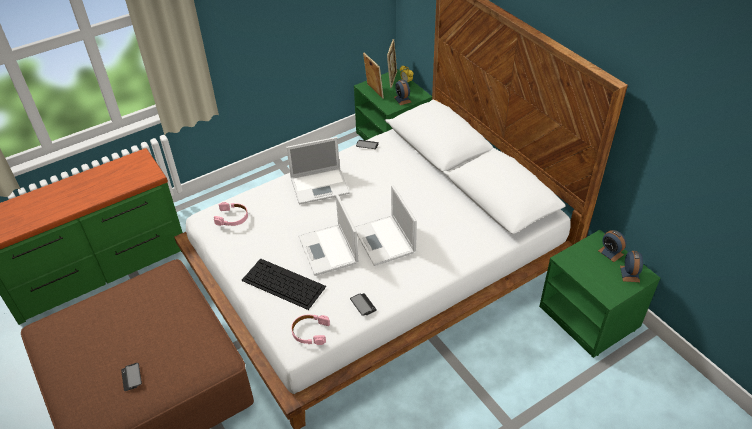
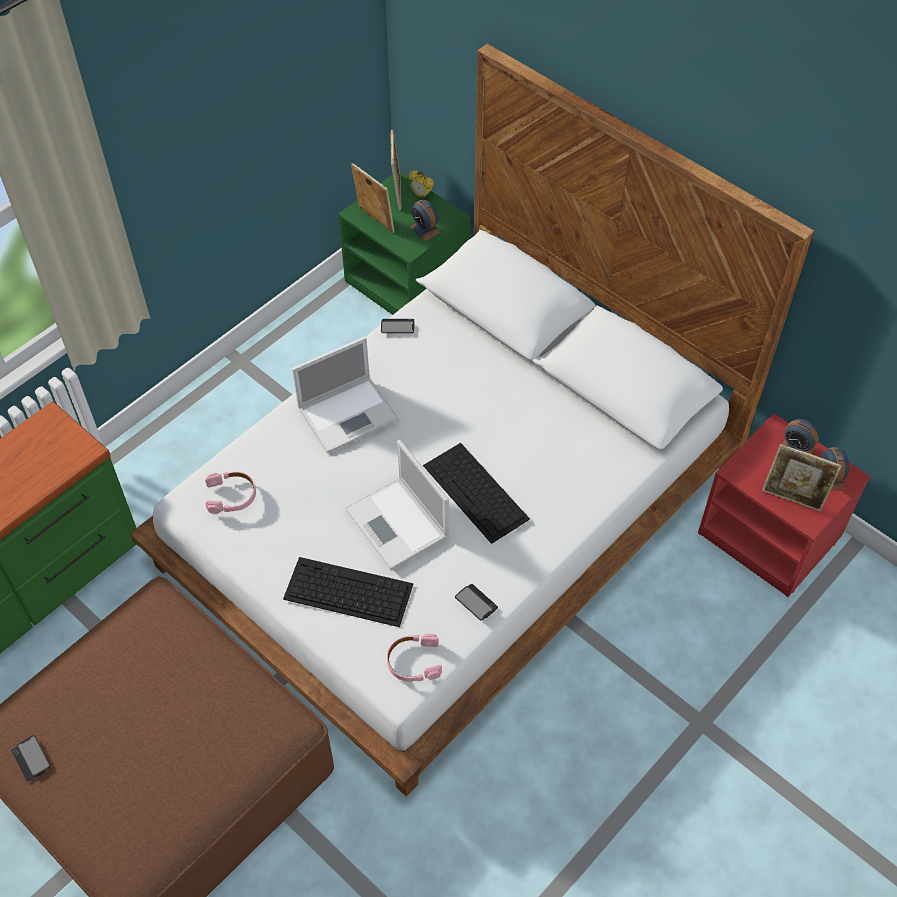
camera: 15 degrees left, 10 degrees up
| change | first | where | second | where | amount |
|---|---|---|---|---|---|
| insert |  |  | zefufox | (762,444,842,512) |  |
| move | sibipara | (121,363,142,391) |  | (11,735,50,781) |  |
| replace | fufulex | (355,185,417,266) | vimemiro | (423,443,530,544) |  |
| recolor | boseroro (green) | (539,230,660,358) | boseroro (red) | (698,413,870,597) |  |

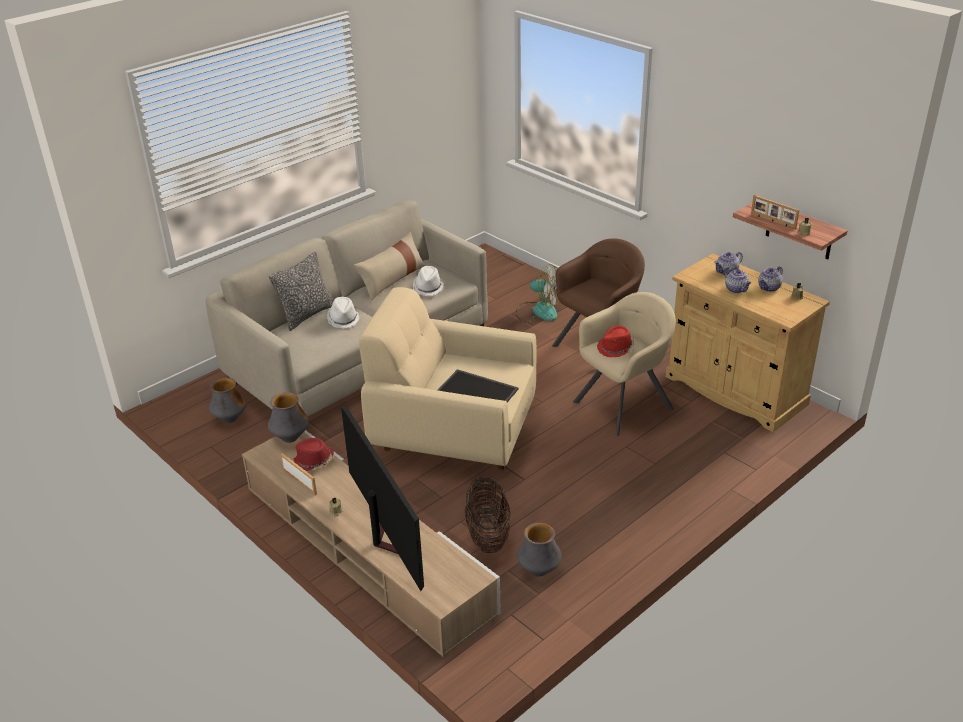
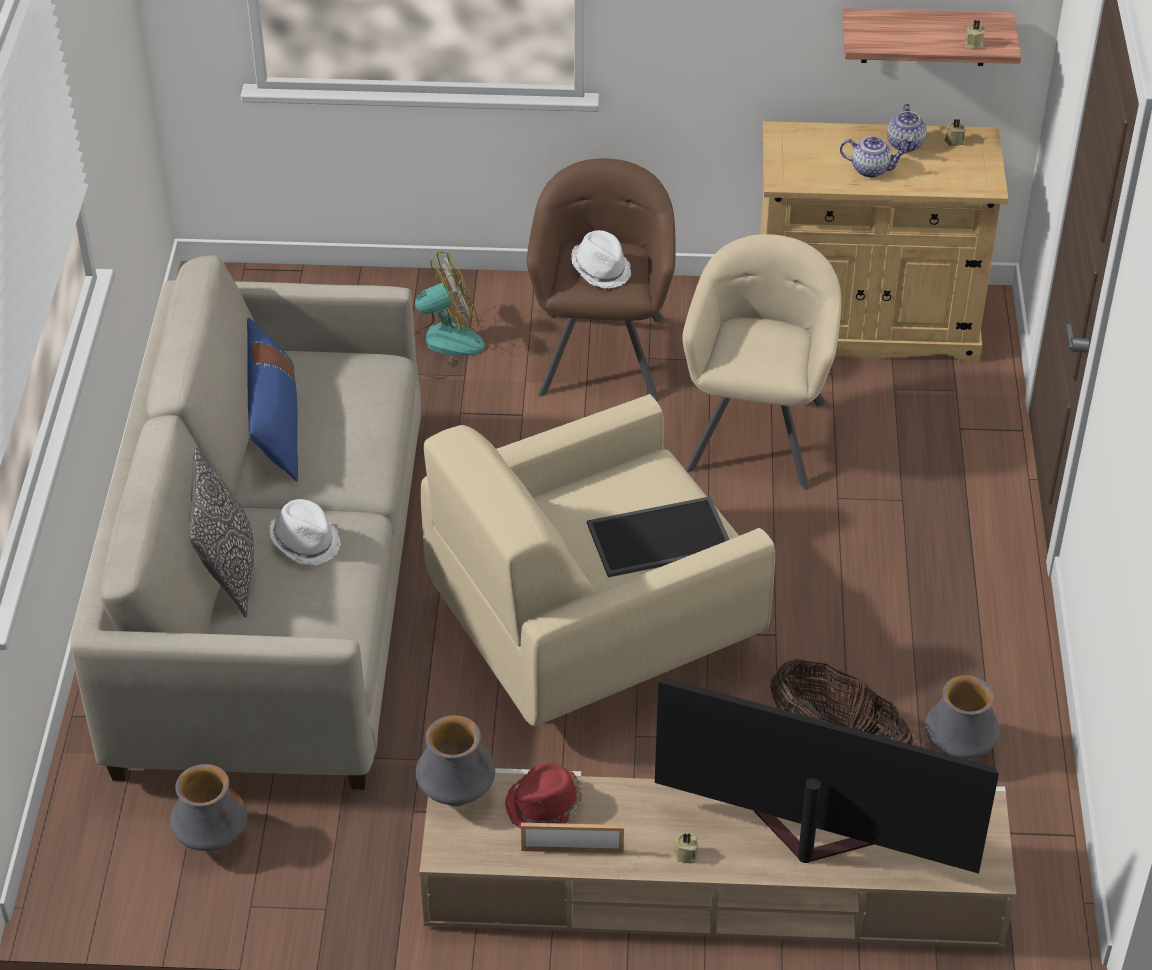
camera: 45 degrees left, 10 degrees up
| change | first | where | second | where | amount |
|---|---|---|---|---|---|
| delete | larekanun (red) | (597,326,634,357) |  |  |  |
| delete | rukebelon | (714,252,743,275) |  |  |  |
| delete | zefufox | (751,195,799,229) |  |  |  |
| move | larekanun (white) | (413,266,444,296) |  | (571,230,631,289) |  |
| recolor | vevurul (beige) | (354,232,425,301) | vevurul (blue) | (247,318,298,482) |  |

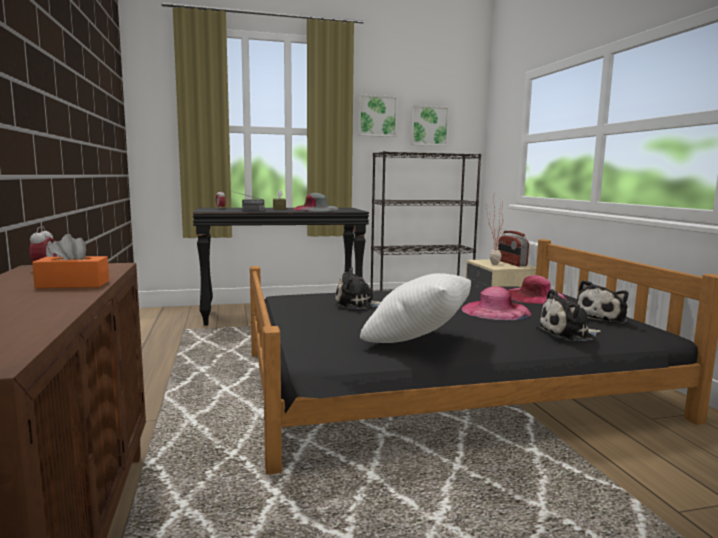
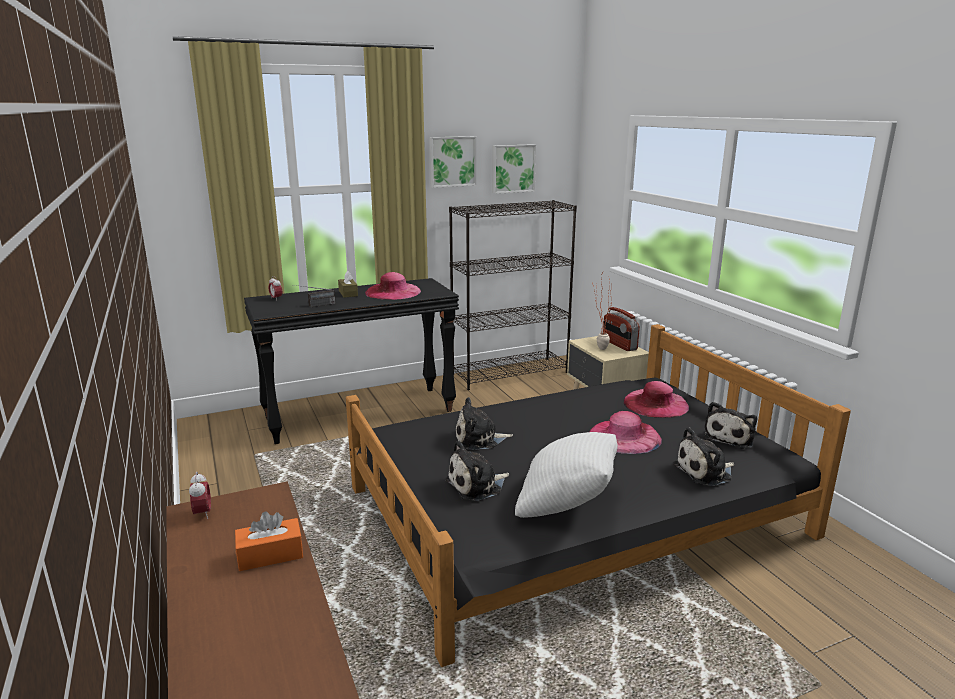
camera: 10 degrees left, 10 degrees up
| change | first | where | second | where | amount |
|---|---|---|---|---|---|
| insert |  |  | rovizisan | (446,440,509,501) |  |
| recolor | larekanun (grey) | (293,193,339,211) | larekanun (pink) | (365,272,421,300) |  |

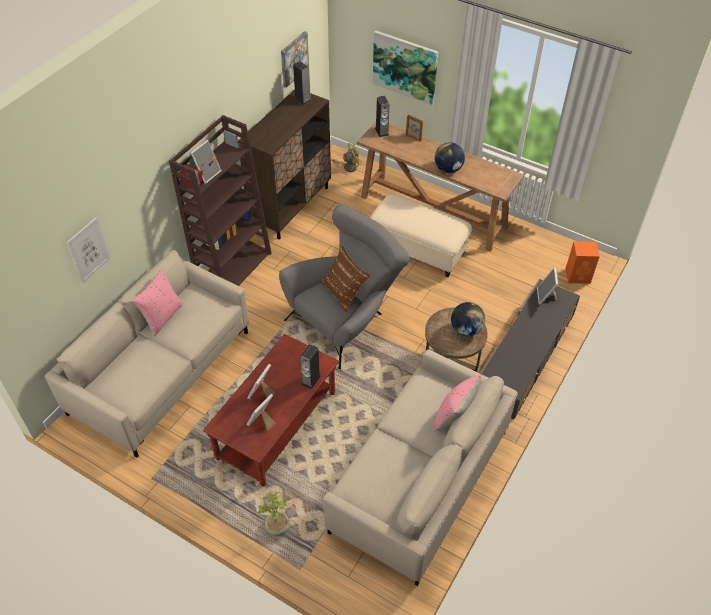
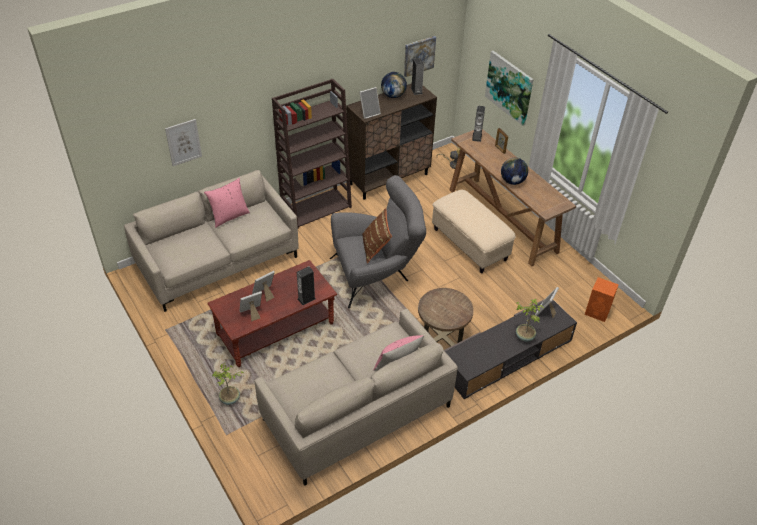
camera: 25 degrees right, 5 degrees down
| change | first | where | second | where | amount |
|---|---|---|---|---|---|
| insert |  |  | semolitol | (516,299,544,342) |  |
| move | zefufox | (191,140,222,184) |  | (360,87,381,119) |  |
| move | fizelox | (451,302,485,336) |  | (381,72,407,98) |  |

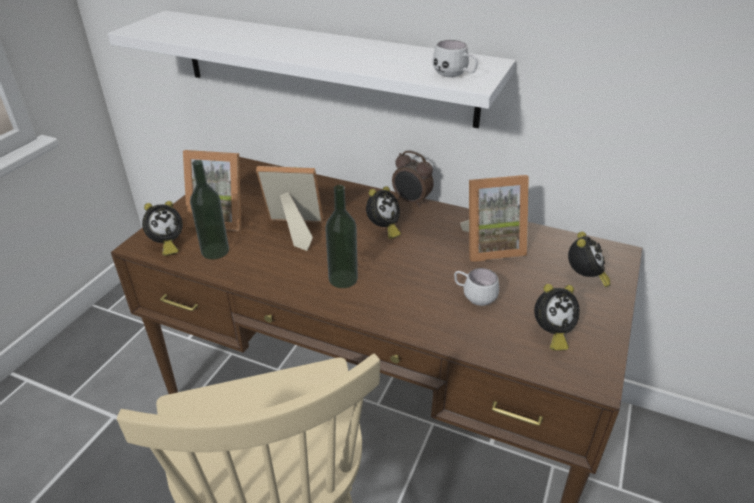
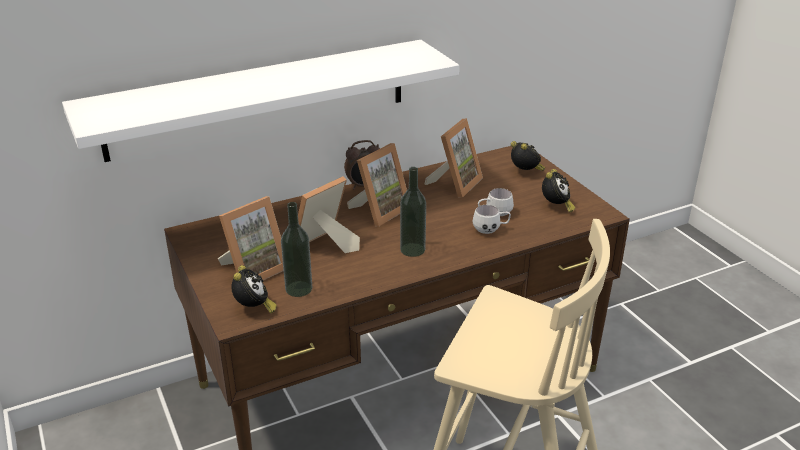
camera: 50 degrees left, 5 degrees down
| change | first | where | second | where | amount |
|---|---|---|---|---|---|
| move | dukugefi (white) | (432,40,478,77) |  | (472,205,511,234) |  |
| replace | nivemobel | (366,186,401,239) | zefufox | (347,143,407,226) |  |

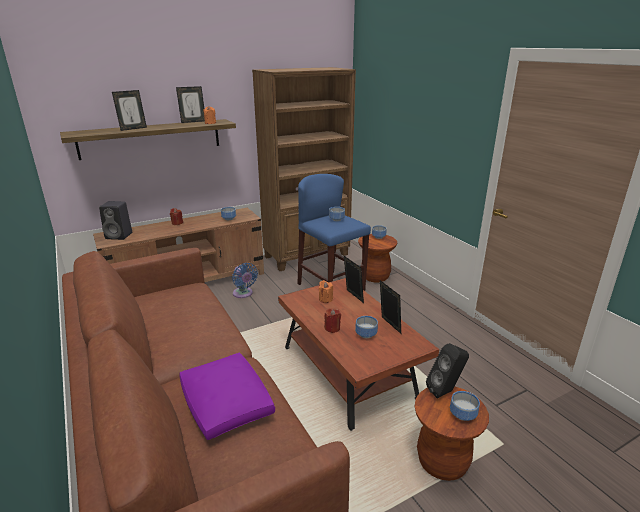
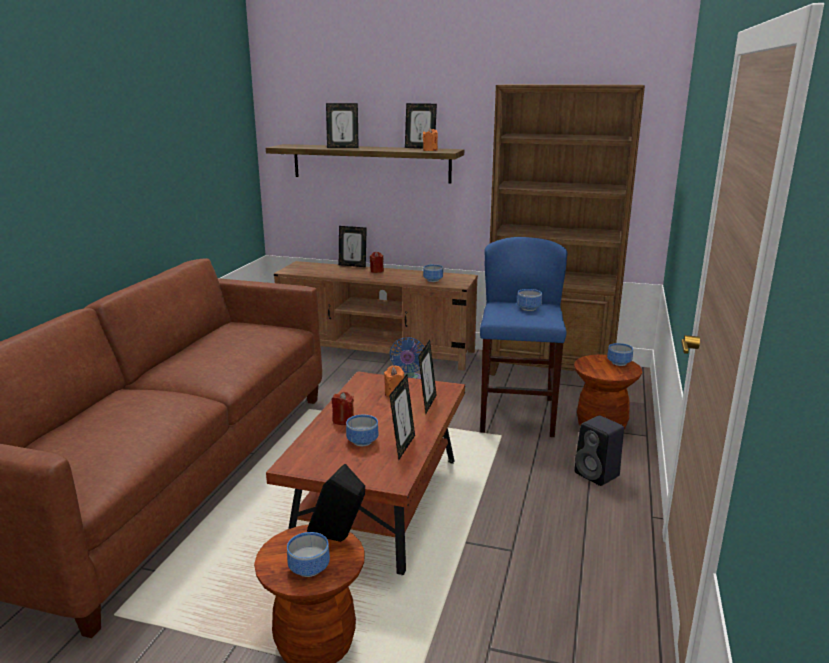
camera: 45 degrees right, 5 degrees down
| change | first | where | second | where | amount |
|---|---|---|---|---|---|
| delete | vevurul (purple) | (179,353,275,440) |  |  |  |
| insert |  |  | zefufox | (339,226,367,267) |  |
| move | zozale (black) | (99,201,132,240) |  | (574,415,624,486) |  |

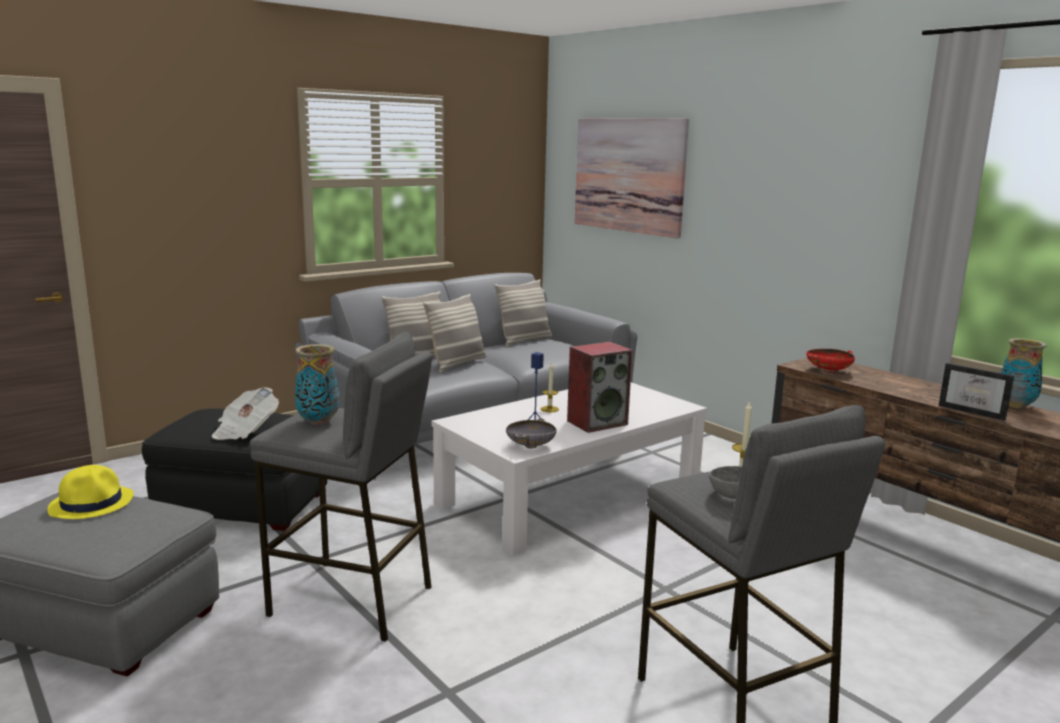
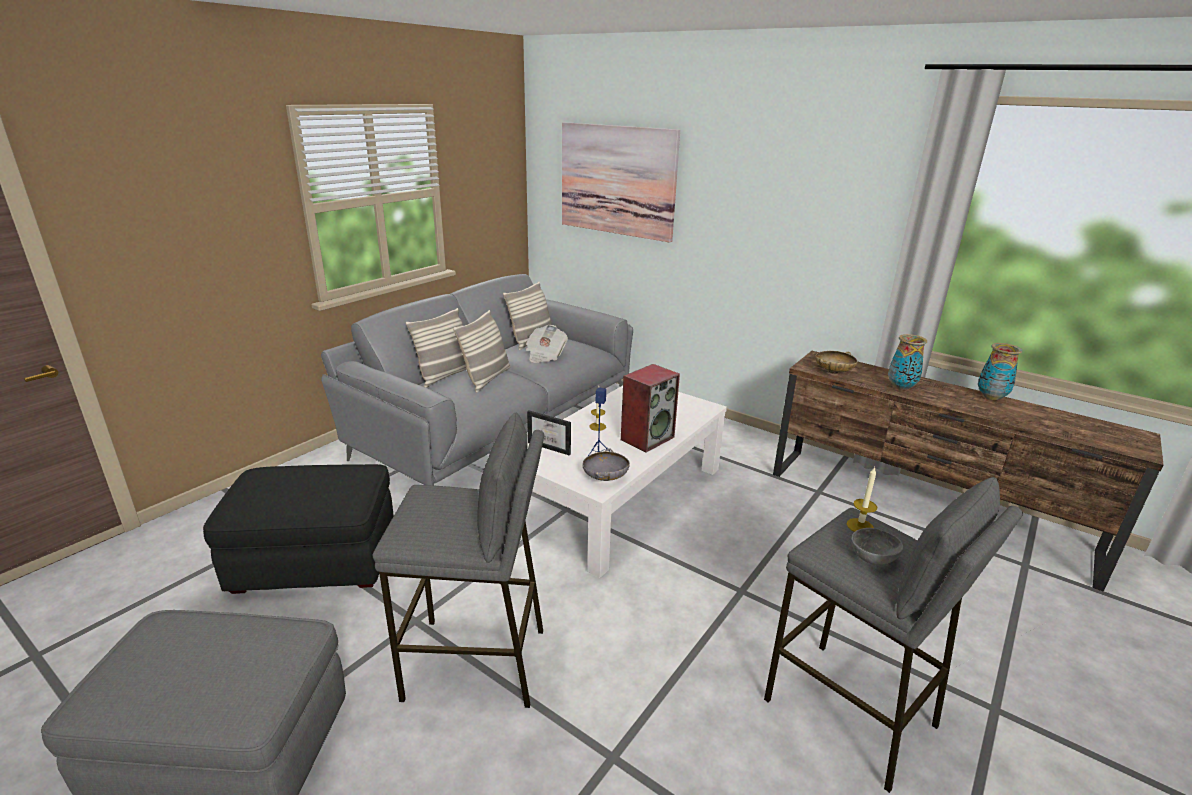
camera: 15 degrees left, 10 degrees up
| change | first | where | second | where | amount |
|---|---|---|---|---|---|
| delete | larekanun (yellow) | (47,465,134,519) |  |  |  |
| move | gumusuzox | (212,387,279,440) |  | (526,325,568,363) |  |
| move | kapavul | (295,344,340,425) |  | (888,334,927,390) |  |
| move | zefufox | (939,363,1014,421) |  | (527,410,571,455) |  |
| recolor | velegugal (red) | (806,349,855,373) | velegugal (beige) | (815,351,857,374) |  |

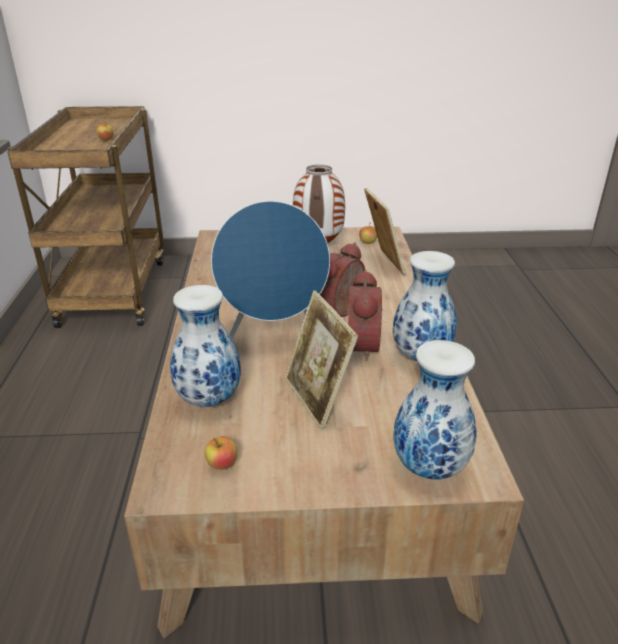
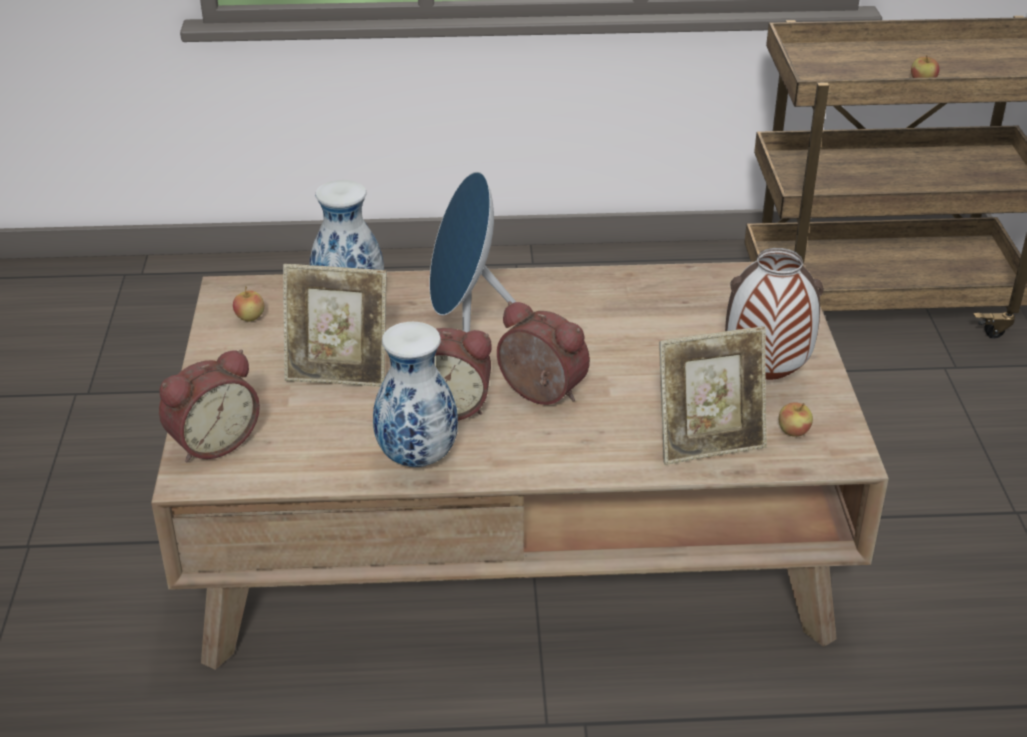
camera: 90 degrees right, 5 degrees up
| change | first | where | second | where | amount |
|---|---|---|---|---|---|
| replace | kapavul | (393,340,477,480) | nivemobel | (159,349,260,462) |  |
| rotate | zefufox | (285,290,358,430) |  | (283,264,387,387) | 150 degrees counterclockwise |

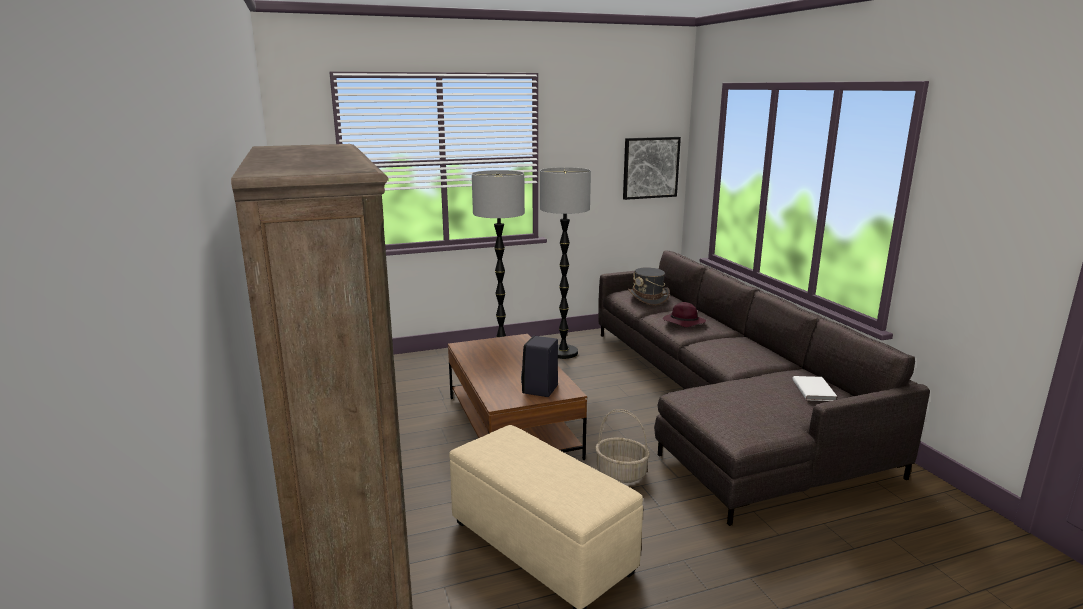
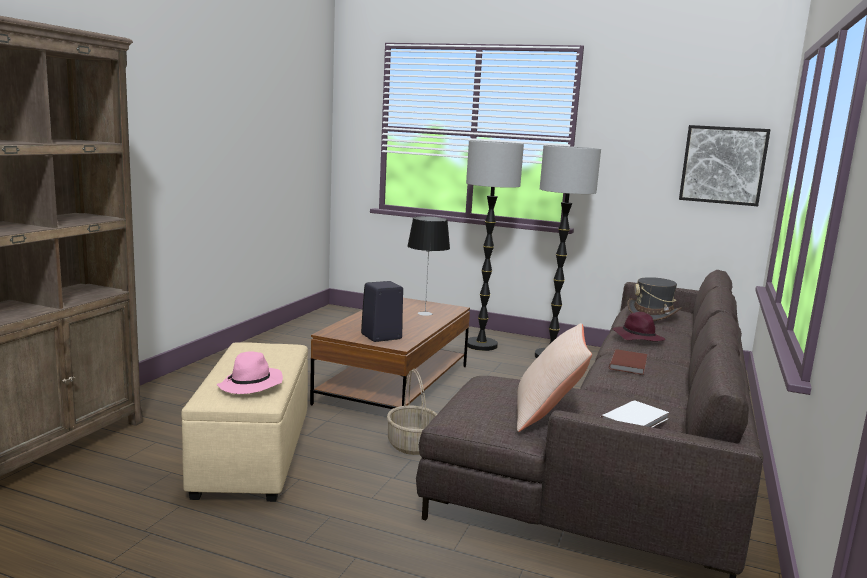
camera: 40 degrees right, 5 degrees down
| change | first | where | second | where | amount |
|---|---|---|---|---|---|
| insert |  |  | larekanun (pink) | (217,351,283,394) |  |
| insert |  |  | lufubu | (407,216,450,316) |  |
| insert |  |  | vevurul (beige) | (517,323,592,432) |  |
| insert |  |  | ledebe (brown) | (609,349,647,375) |  |

